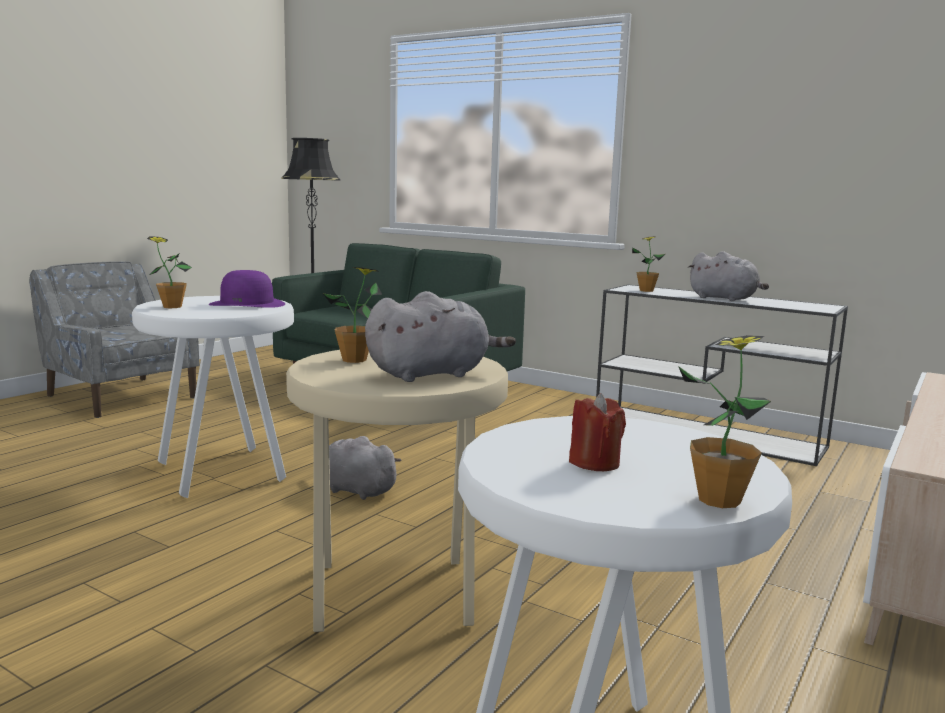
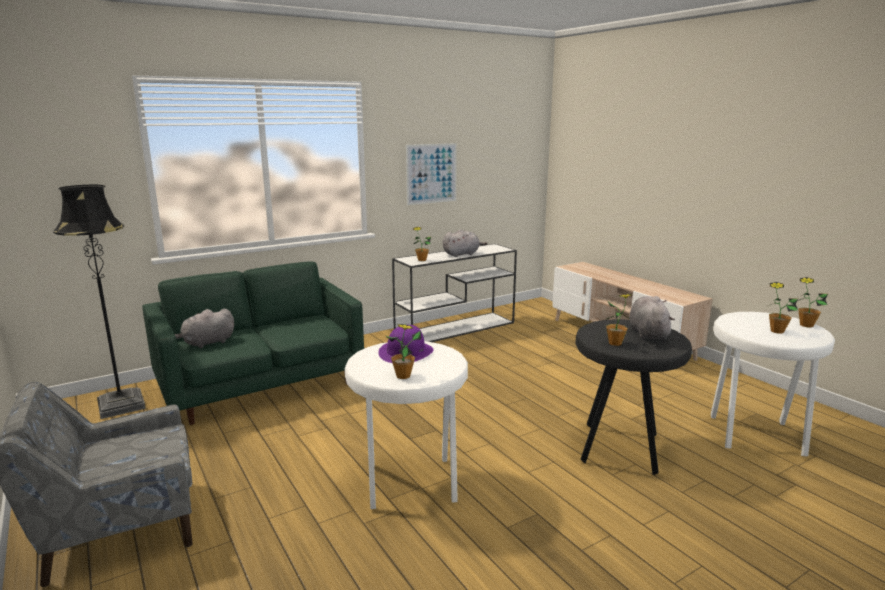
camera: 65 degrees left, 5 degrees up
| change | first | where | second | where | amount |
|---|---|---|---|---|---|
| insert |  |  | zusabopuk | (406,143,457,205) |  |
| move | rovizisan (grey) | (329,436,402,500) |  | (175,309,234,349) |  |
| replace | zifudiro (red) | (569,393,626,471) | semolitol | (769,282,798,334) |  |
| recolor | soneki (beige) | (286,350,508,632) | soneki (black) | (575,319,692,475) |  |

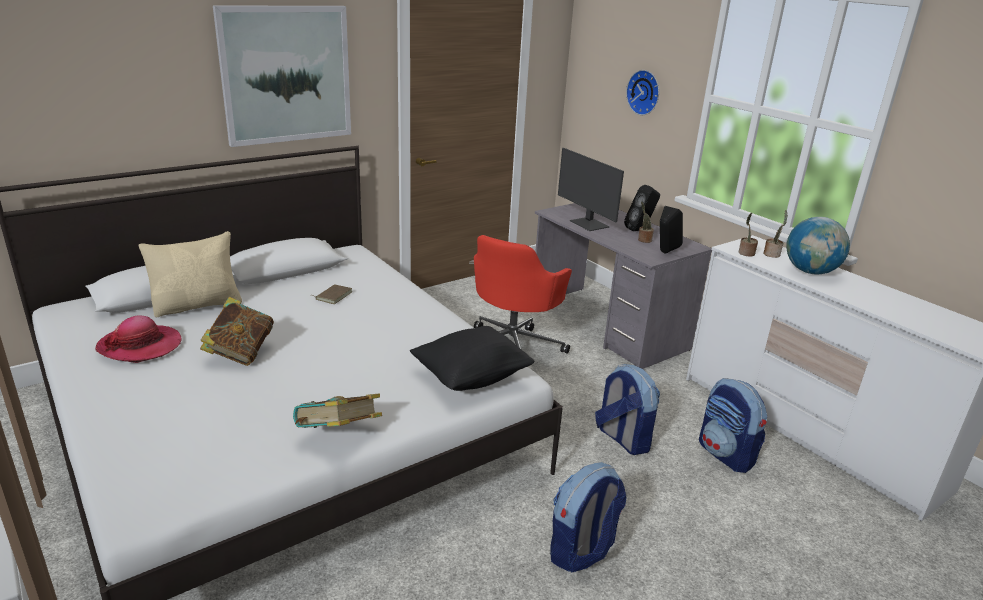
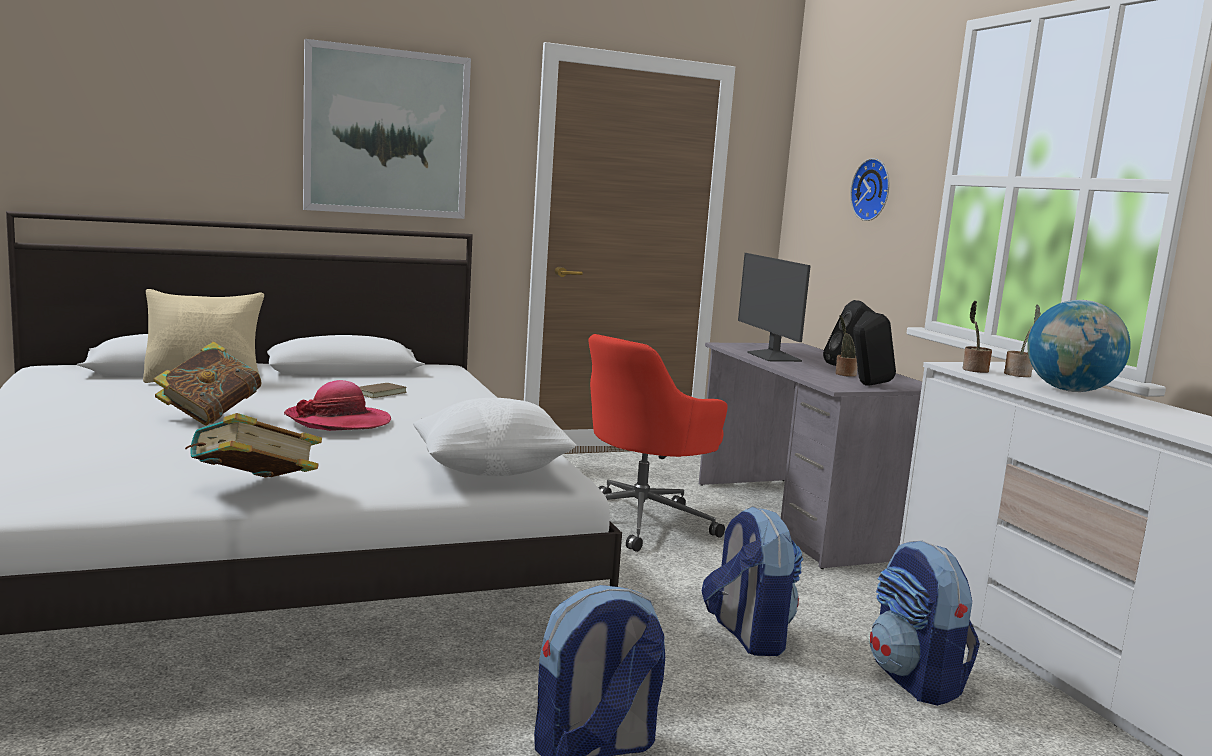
camera: 15 degrees right, 15 degrees down
| change | first | where | second | where | amount |
|---|---|---|---|---|---|
| move | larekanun | (95,315,181,363) |  | (284,380,391,431) |  |
| recolor | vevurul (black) | (410,326,535,391) | vevurul (white) | (413,398,576,476) |  |

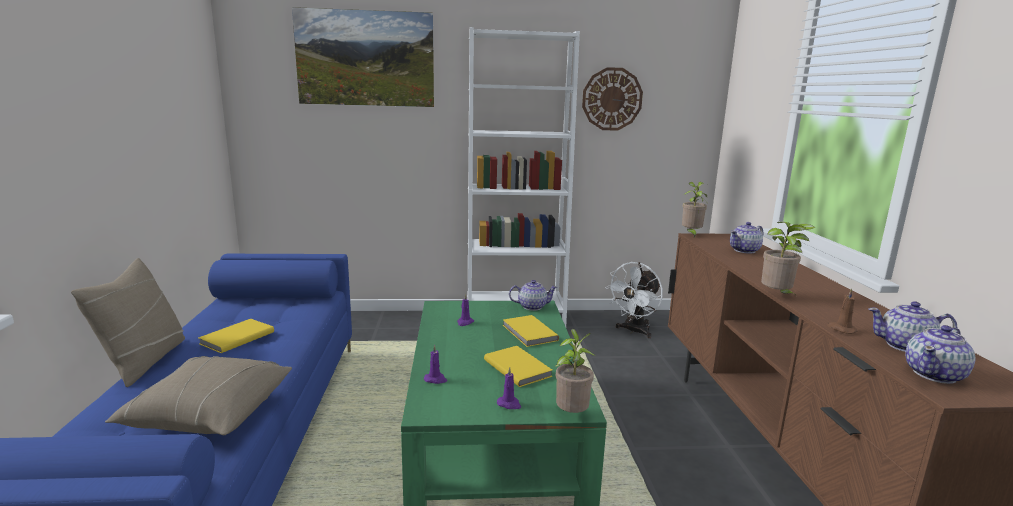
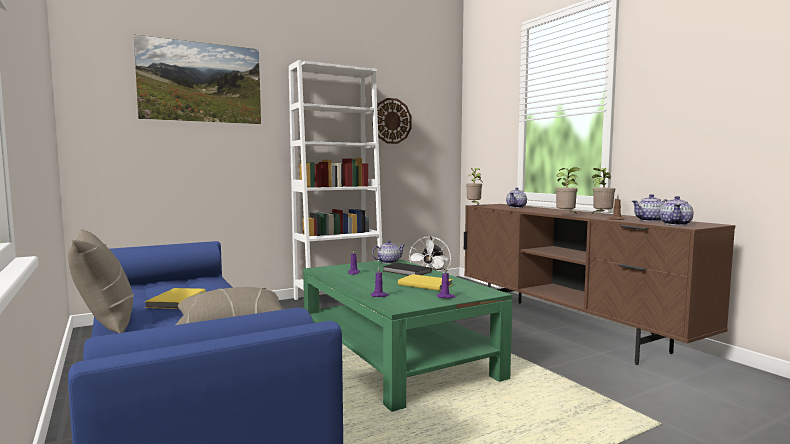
camera: 25 degrees left, 10 degrees down
| change | first | where | second | where | amount |
|---|---|---|---|---|---|
| move | semolitol | (555,329,595,413) |  | (592,167,615,214) |  |
| recolor | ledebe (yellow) | (503,315,559,347) | ledebe (black) | (383,263,432,276) |  |

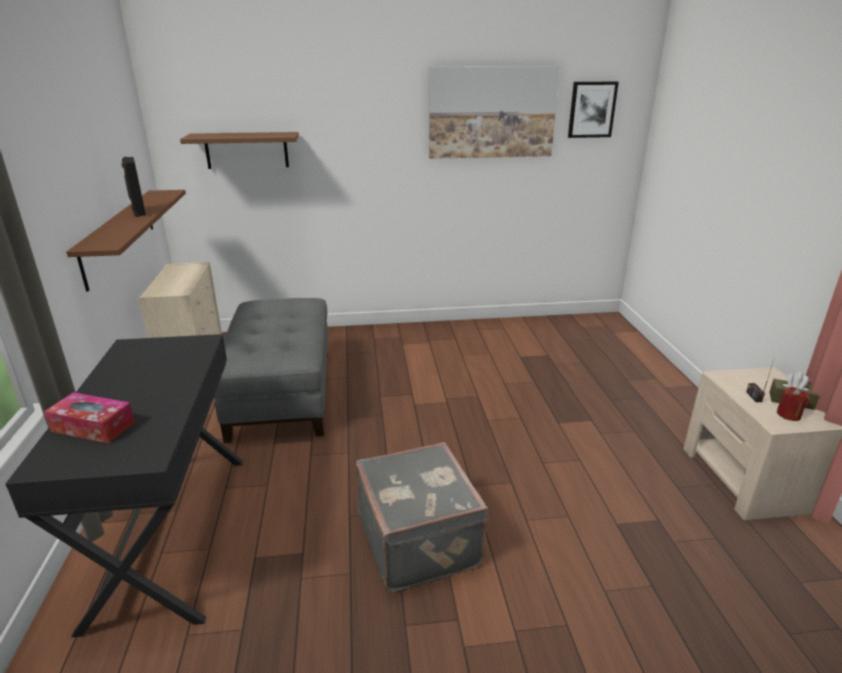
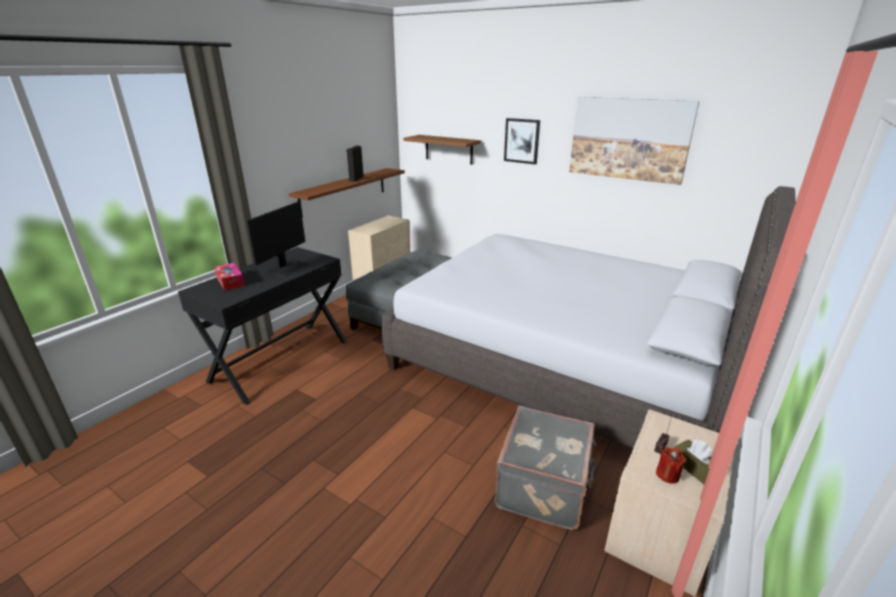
camera: 40 degrees right, 0 degrees up
| change | first | where | second | where | amount |
|---|---|---|---|---|---|
| insert |  |  | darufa | (246,201,310,277) |  |
| insert |  |  | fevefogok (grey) | (381,186,796,449) |  |
| move | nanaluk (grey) | (356,442,489,593) |  | (495,406,596,530) |  |
| move | zusabopuk | (568,82,619,138) |  | (504,118,540,164) |  |

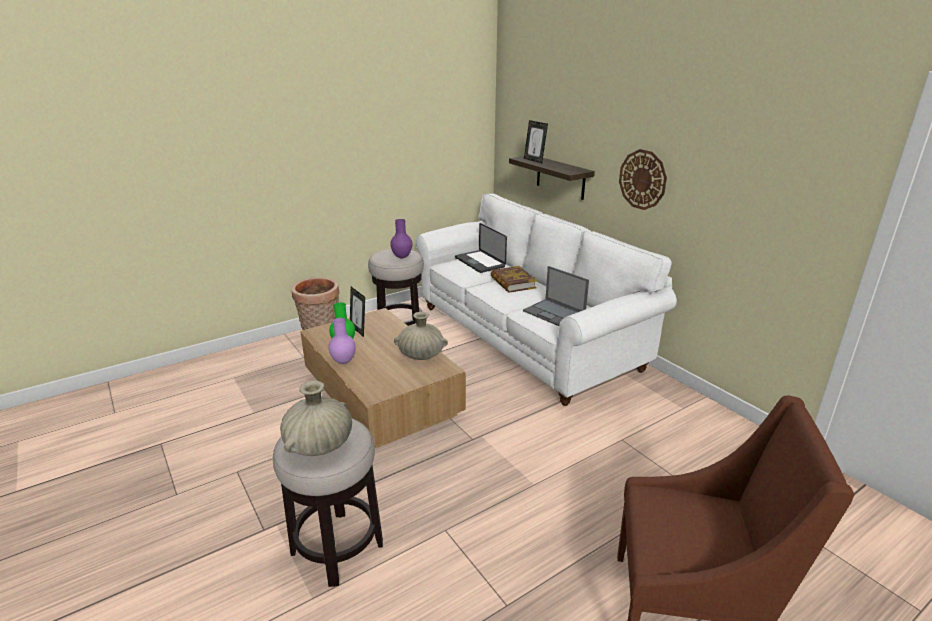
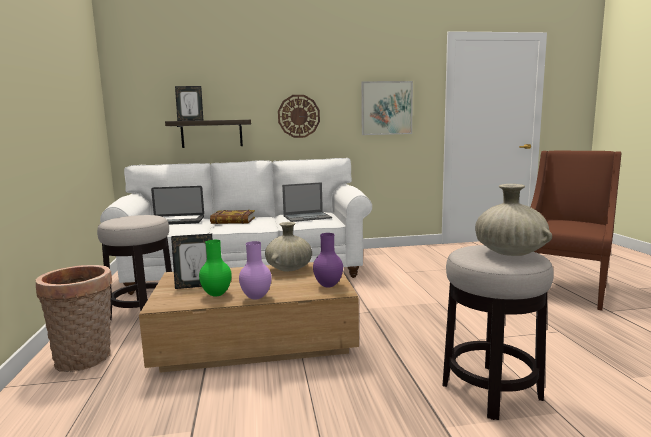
camera: 65 degrees left, 15 degrees down
| change | first | where | second | where | amount |
|---|---|---|---|---|---|
| insert |  |  | zusabopuk | (361,81,413,135) |  |
| move | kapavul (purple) | (390,219,412,258) |  | (313,233,343,288) |  |

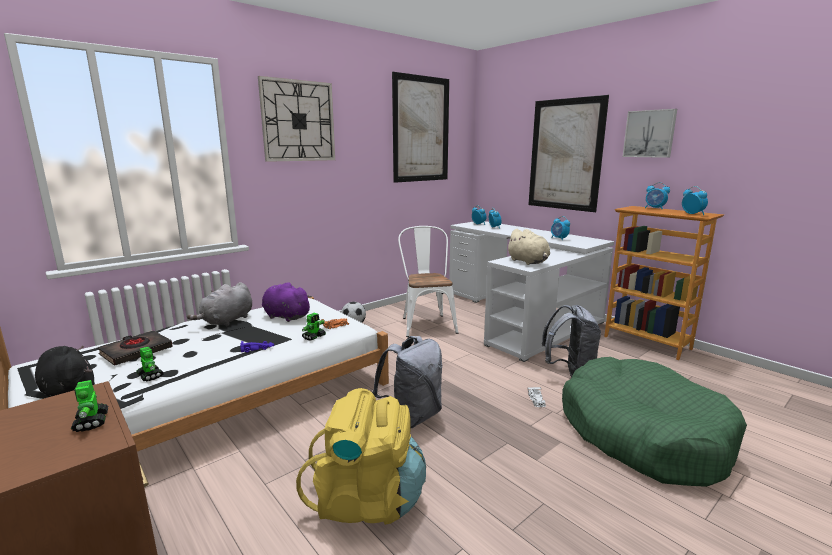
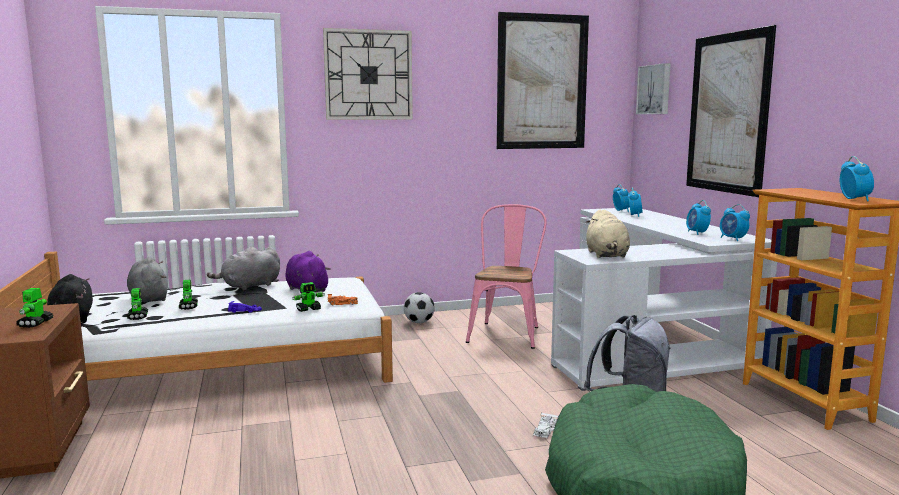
camera: 25 degrees right, 5 degrees down
| change | first | where | second | where | amount |
|---|---|---|---|---|---|
| delete | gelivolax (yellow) | (296,388,426,525) |  |  |  |
| delete | gelivolax (grey) | (372,336,442,428) |  |  |  |
| insert |  |  | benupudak | (179,280,198,310) |  |
| move | zusabopuk | (622,109,677,158) |  | (636,63,671,114) |  |
| move | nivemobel | (645,182,670,209) |  | (720,204,750,241) |  |
| replace | ledebe (black) | (97,331,173,366) | rovizisan (grey) | (127,257,168,302) |  |
| recolor | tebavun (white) | (398,226,458,337) | tebavun (pink) | (466,204,547,349) |  |

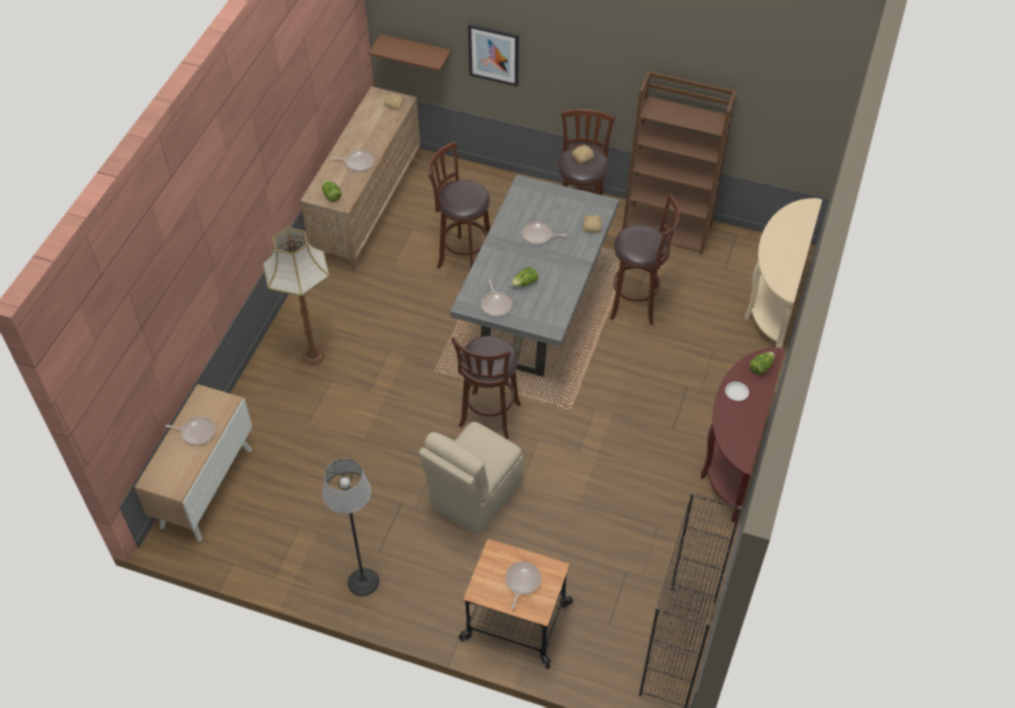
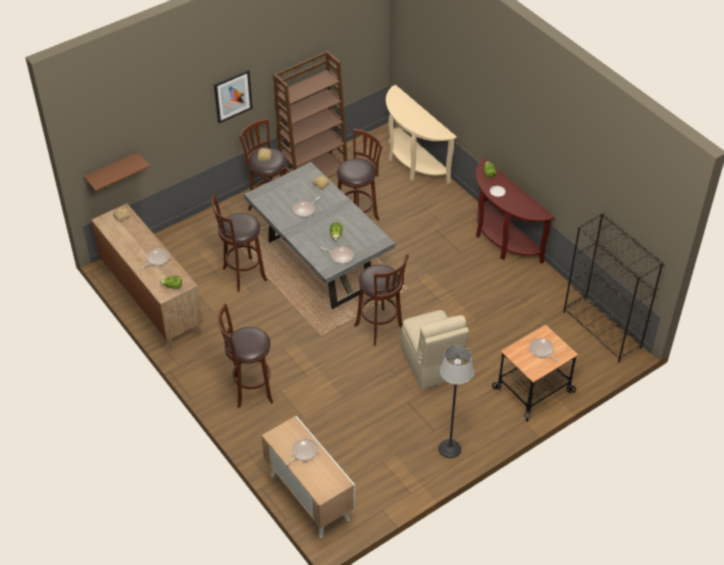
camera: 55 degrees left, 5 degrees down
| change | first | where | second | where | amount |
|---|---|---|---|---|---|
| move | zusabopuk | (468,23,519,87) |  | (214,69,253,123) |  |
| replace | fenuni | (263,227,330,365) | soneki (brown) | (218,303,273,408) |  |

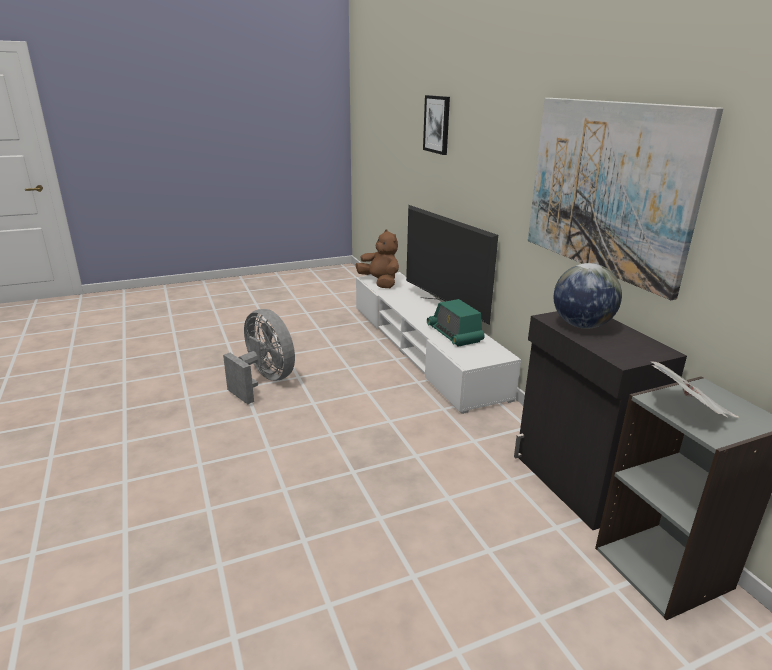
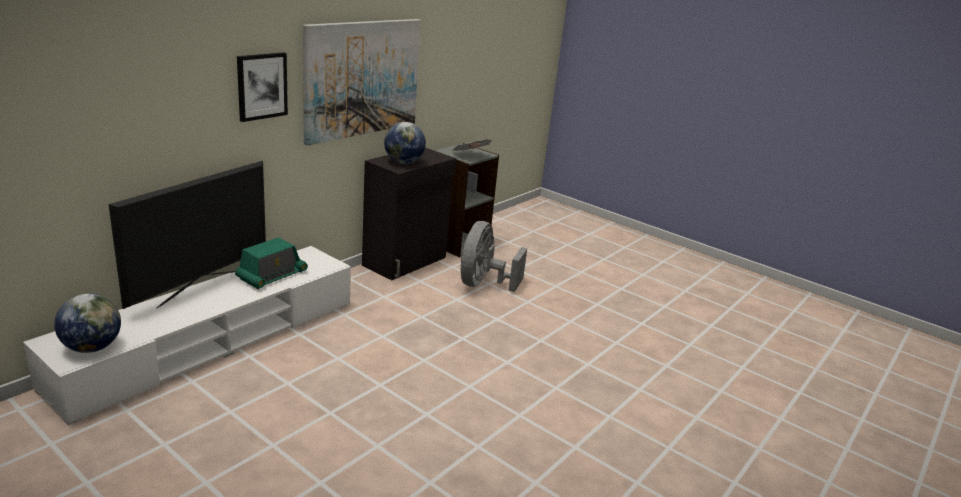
camera: 120 degrees left, 0 degrees up
| change | first | where | second | where | amount |
|---|---|---|---|---|---|
| move | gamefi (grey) | (223,309,295,404) |  | (460,221,527,292) |  |
| move | zusabopuk | (423,95,450,155) |  | (237,52,288,122) |  |
| replace | rovizisan (brown) | (355,229,399,288) | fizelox | (54,294,121,353) |  |

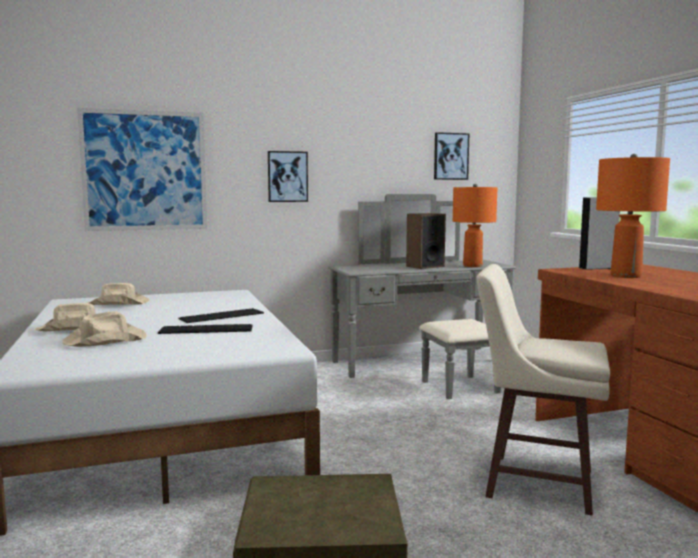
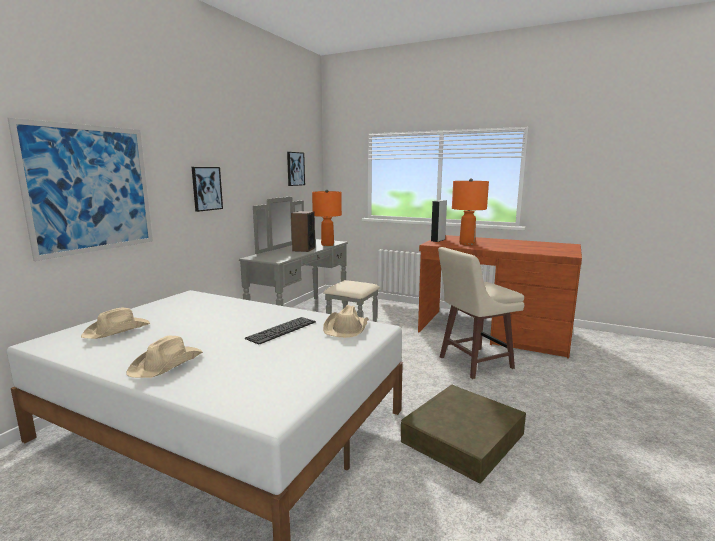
camera: 45 degrees left, 5 degrees up
| change | first | where | second | where | amount |
|---|---|---|---|---|---|
| delete | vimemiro | (179,308,264,323) |  |  |  |
| move | larekanun (beige) | (62,311,147,347) |  | (323,305,369,338) |  |

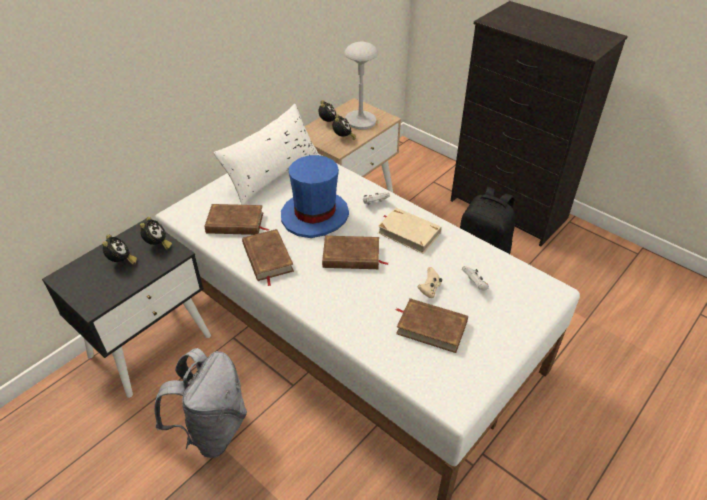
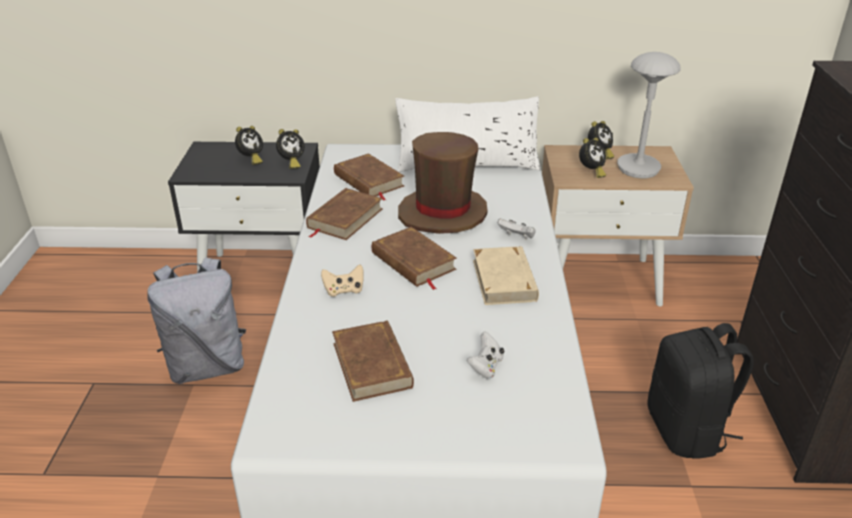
camera: 50 degrees right, 10 degrees down
| change | first | where | second | where | amount |
|---|---|---|---|---|---|
| move | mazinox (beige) | (417,267,442,298) |  | (321,264,364,297) |  |
| recolor | larekanun (blue) | (281,155,349,238) | larekanun (brown) | (398,132,487,234) |  |

